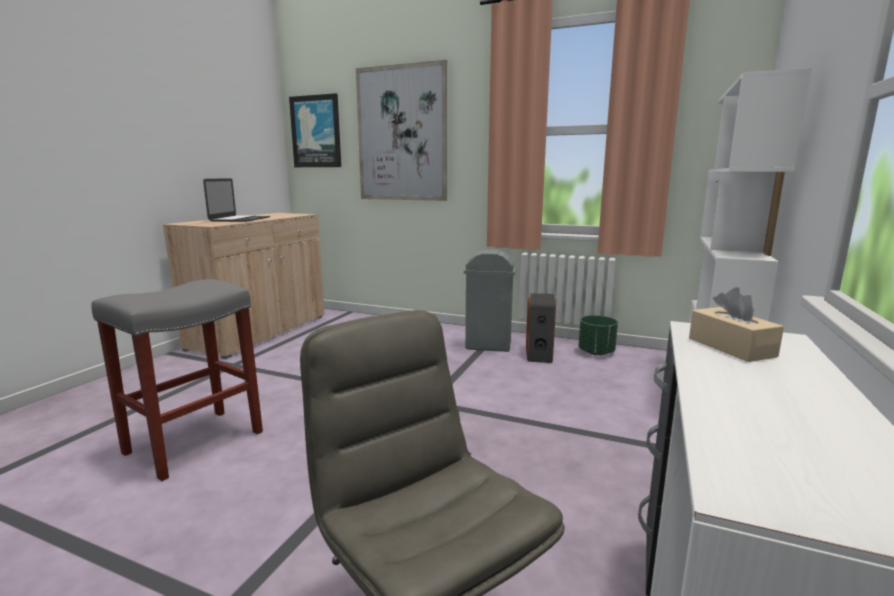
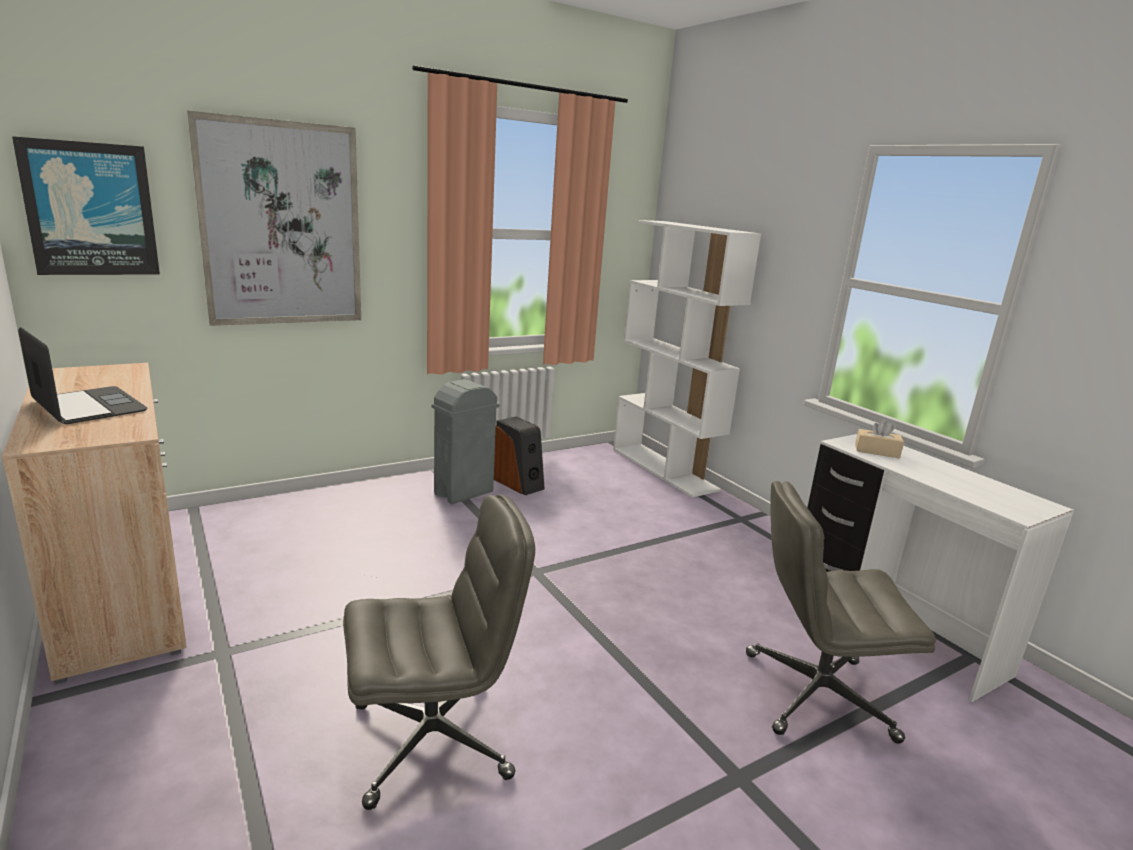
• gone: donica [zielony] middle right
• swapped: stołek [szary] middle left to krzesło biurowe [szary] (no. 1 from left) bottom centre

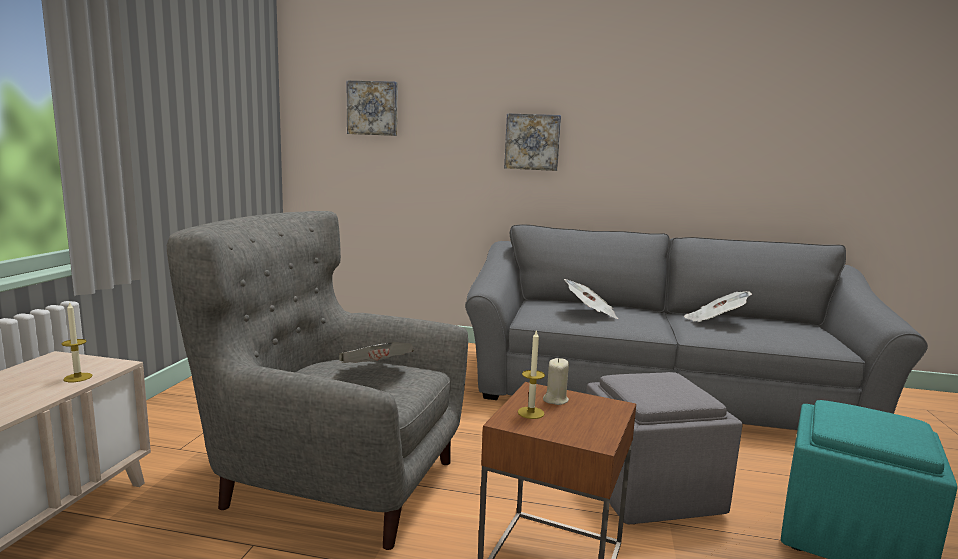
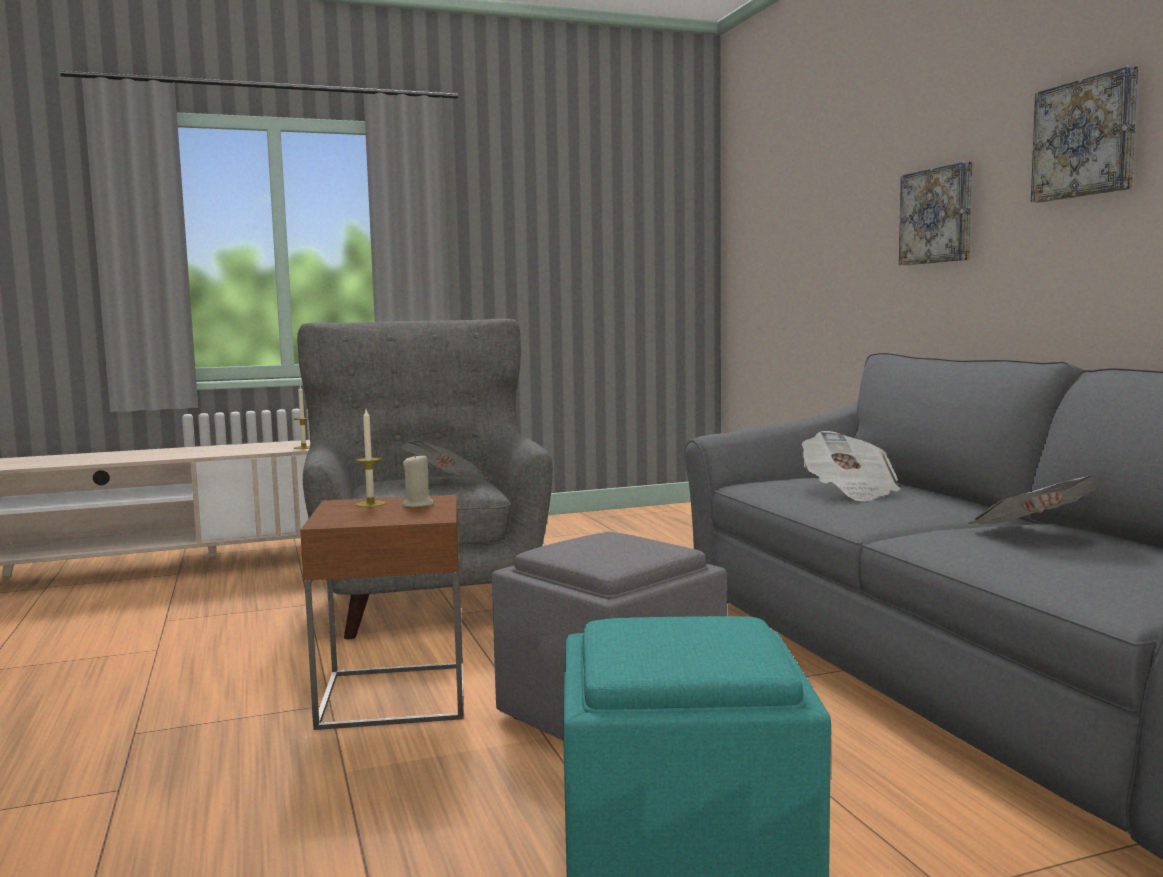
• shifted: obraz (no. 1 from left in the first image) top centre to obraz (no. 2 from left) top right

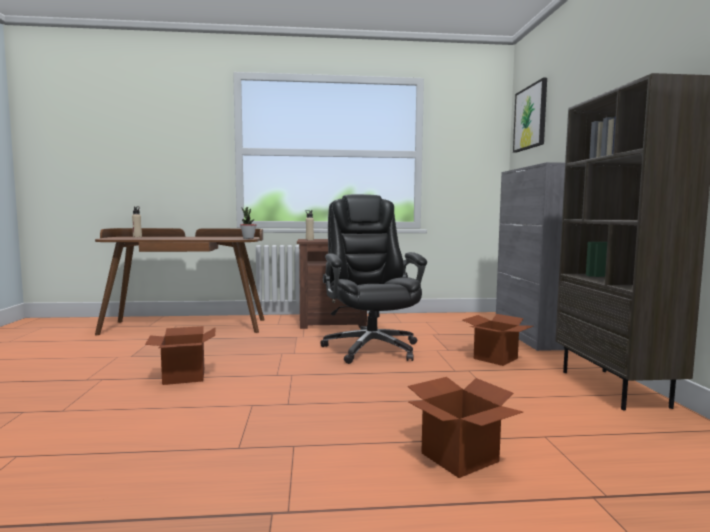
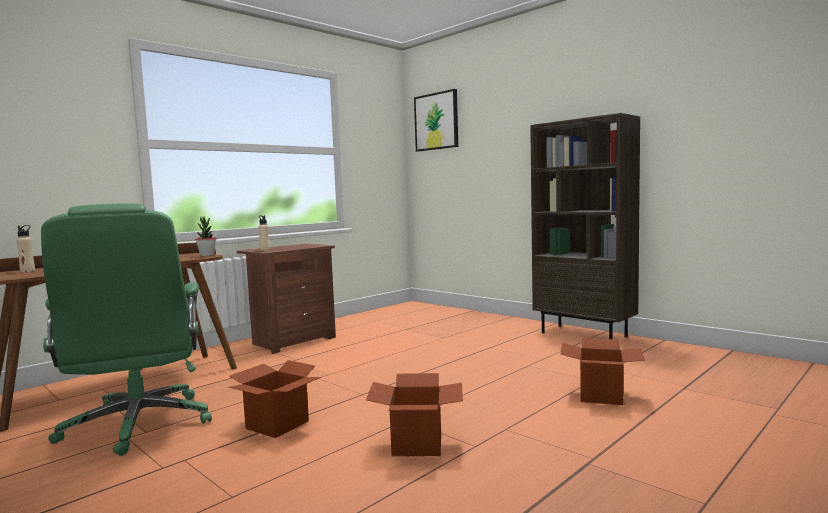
• gone: krzesło biurowe [czarny] centre
• gone: szafka [szary] middle right
• new: krzesło biurowe [zielony] middle left
• shifted: karton (no. 3 from left in the first image) middle right to karton (no. 2 from left) bottom centre

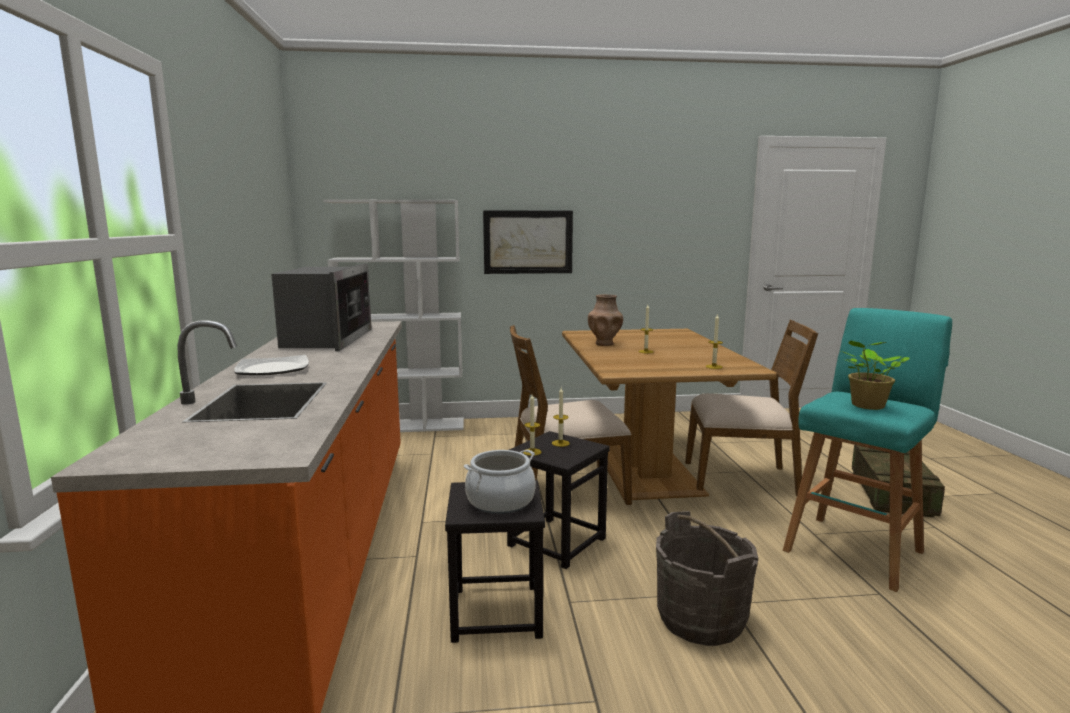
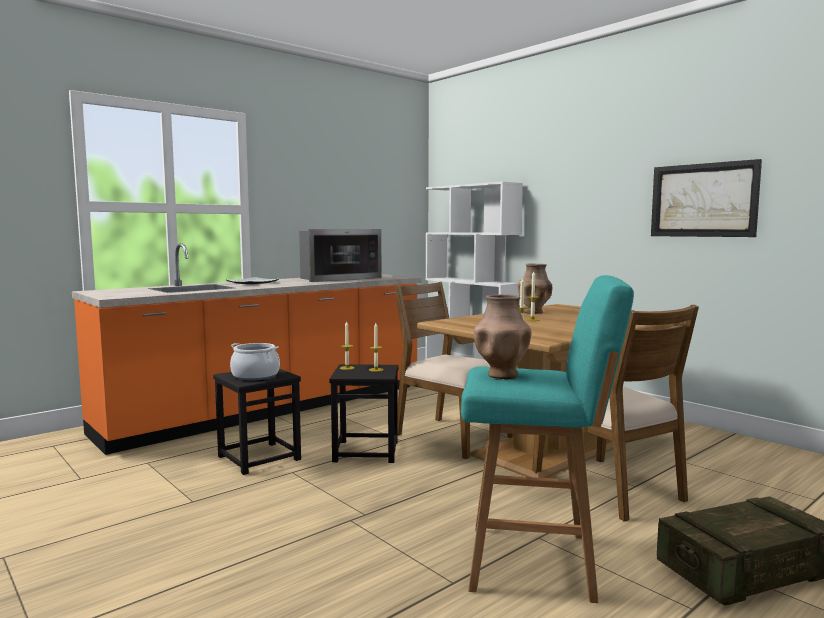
• gone: wiadro [szary] bottom centre
• shifted: obraz centre to top right
• swapped: roślina doniczkowa middle right to wazon [brązowy] (no. 1 from left) centre

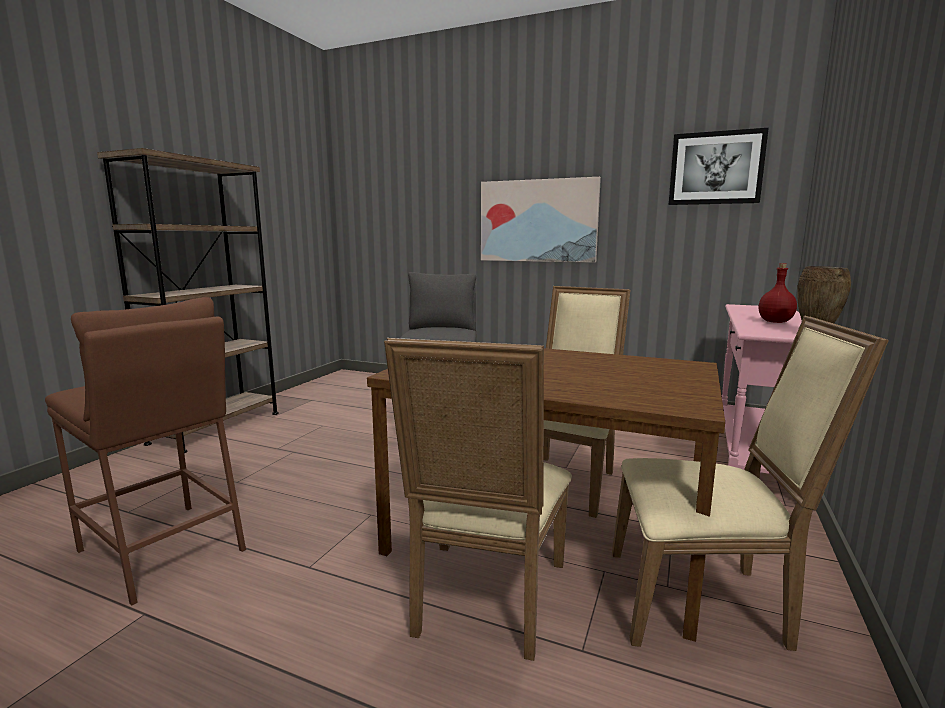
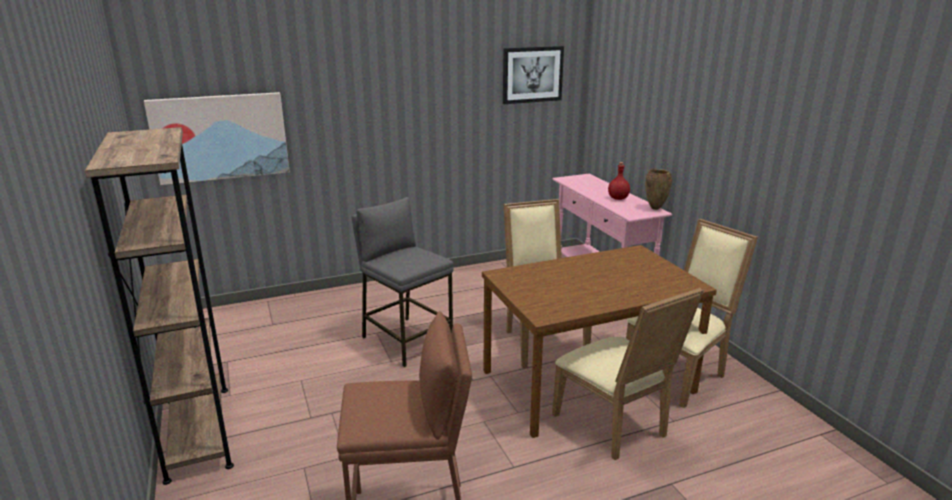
• shifted: obraz (no. 1 from left) top centre to top left

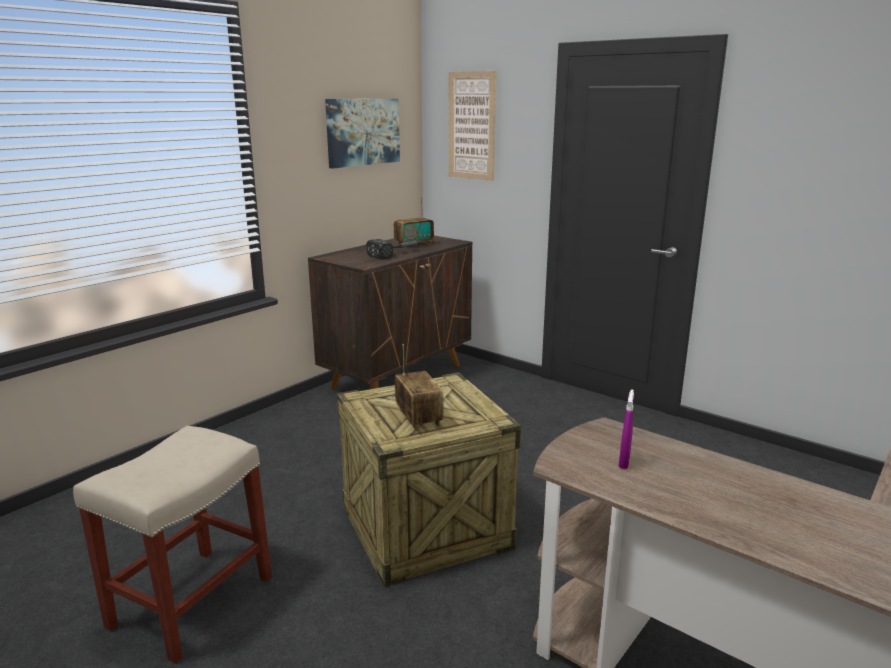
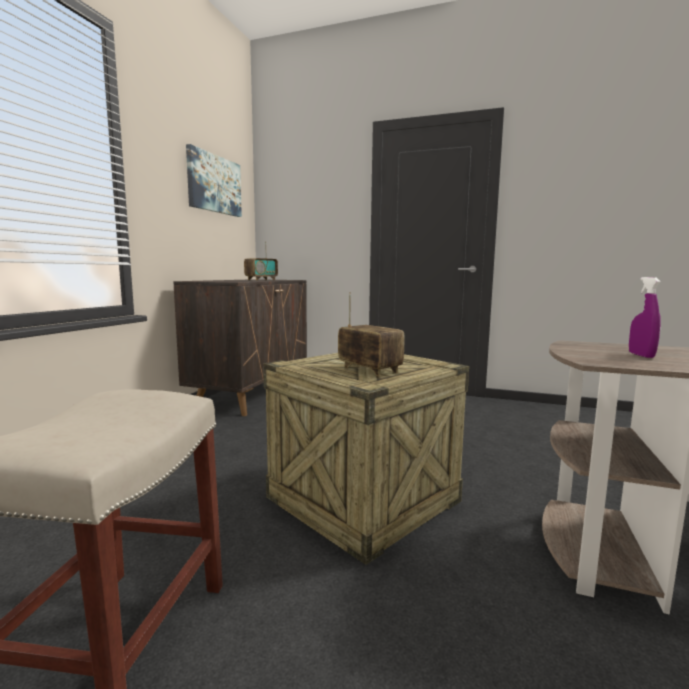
• gone: młotek centre
• gone: obraz (no. 2 from left) top centre

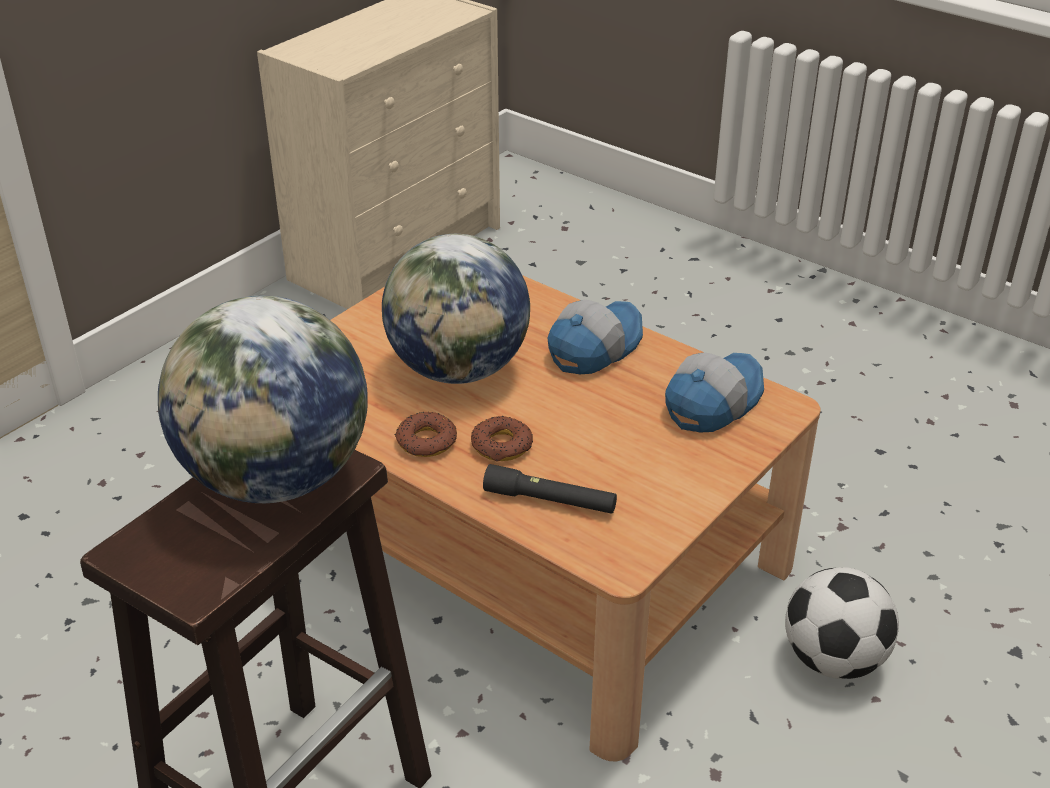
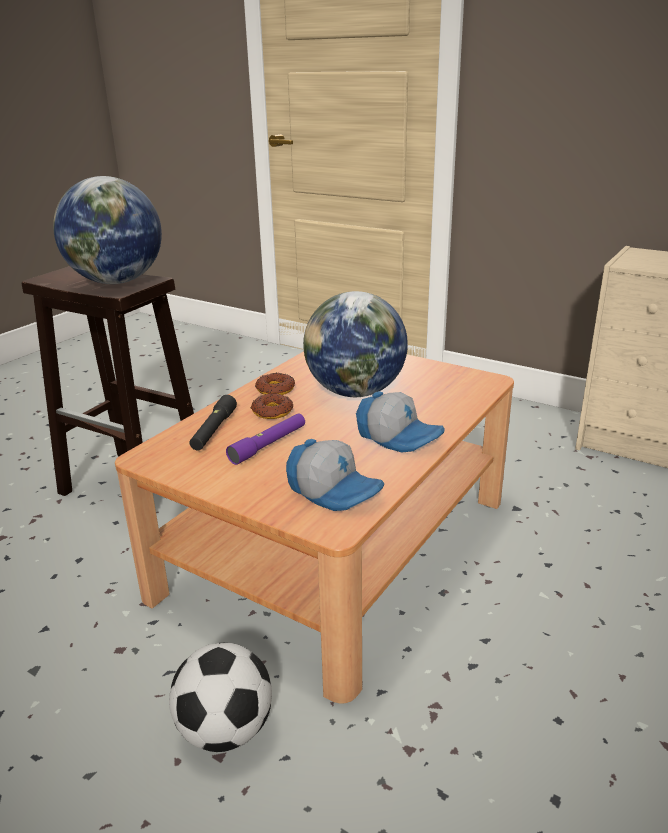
• new: latarka [fioletowy] centre

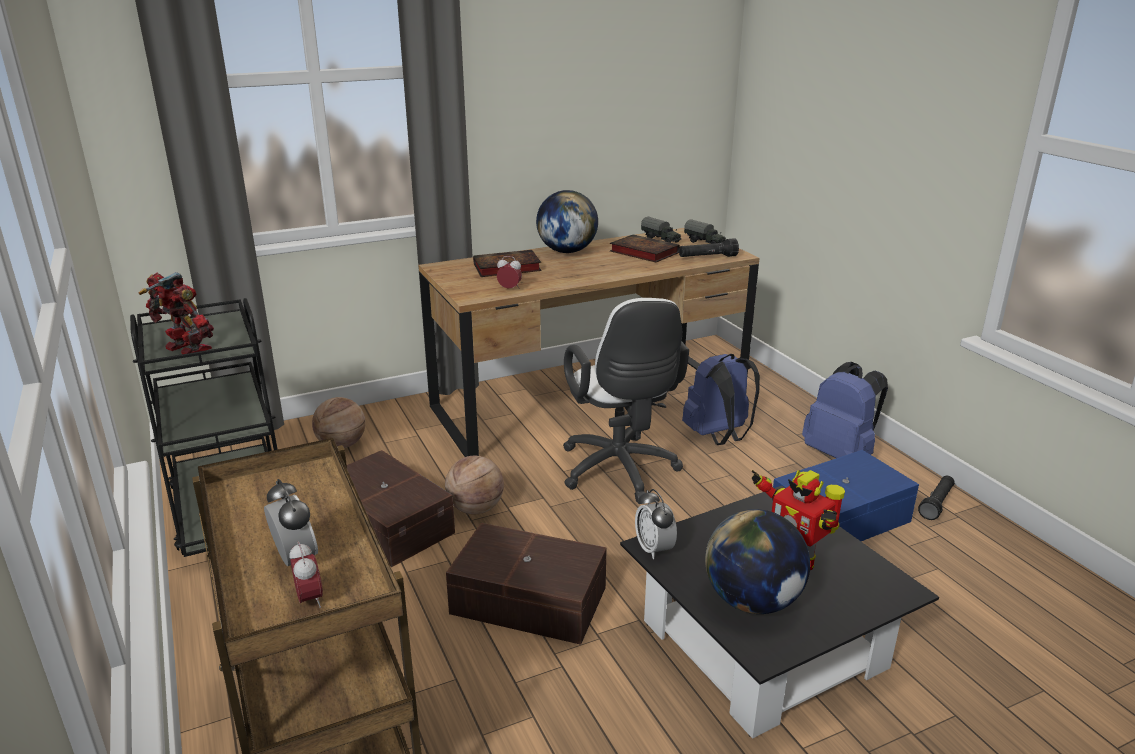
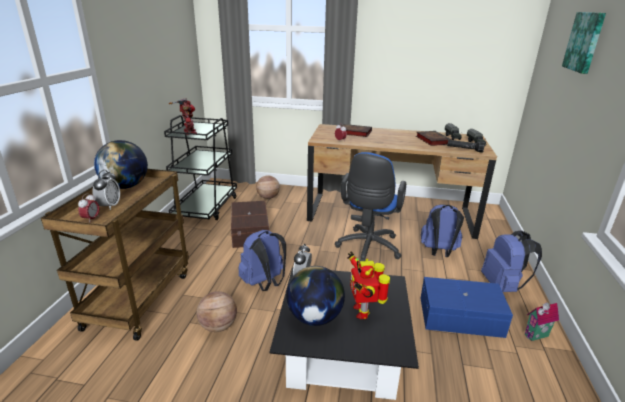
• new: obraz top right
• shifted: piłka do koszykówki (no. 2 from left in the first image) centre to piłka do koszykówki (no. 1 from left) bottom centre
• shifted: globus (no. 1 from left) top centre to middle left
• swapped: pojemnik do przechowywania [brązowy] (no. 2 from left) bottom centre to plecak [niebieski] (no. 1 from left) centre
• swapped: latarka [czarny] (no. 2 from left) middle right to domek bottom right
• repainted: krzesło biurowe [biały] centre to krzesło biurowe [niebieski] centre

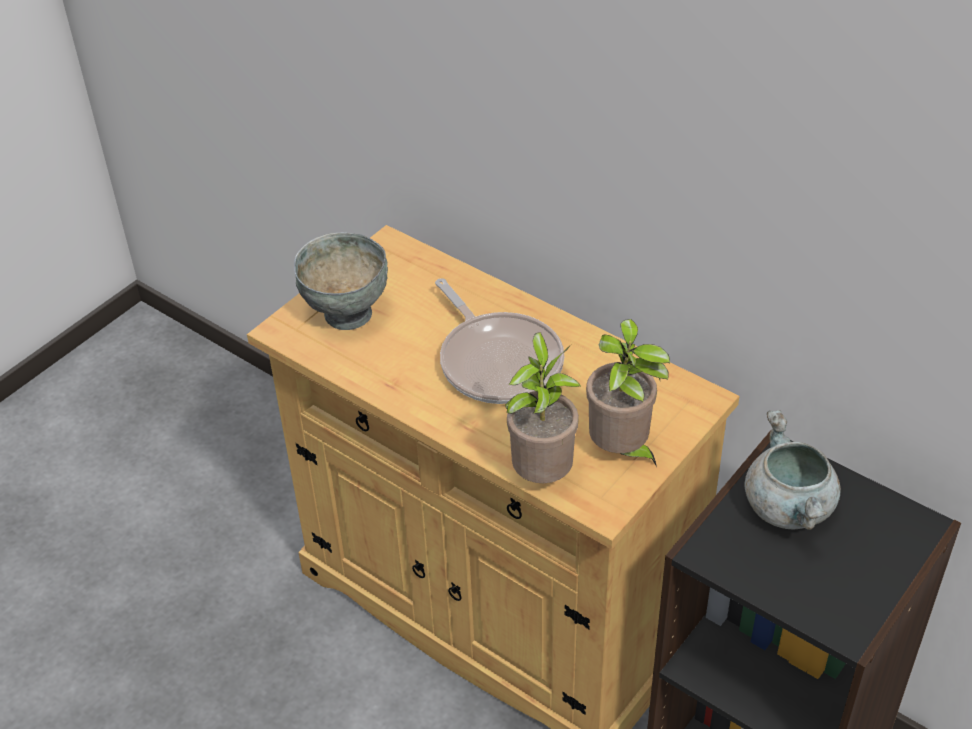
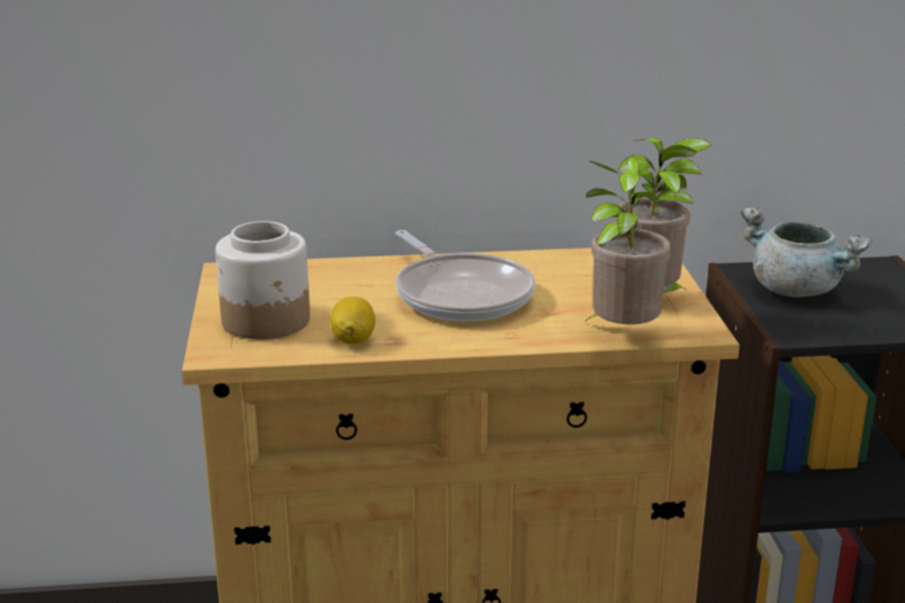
• new: cytryna centre
• swapped: miska [szary] centre to słoik middle left
• rotated: patelnia centre = centre 45 degrees clockwise

